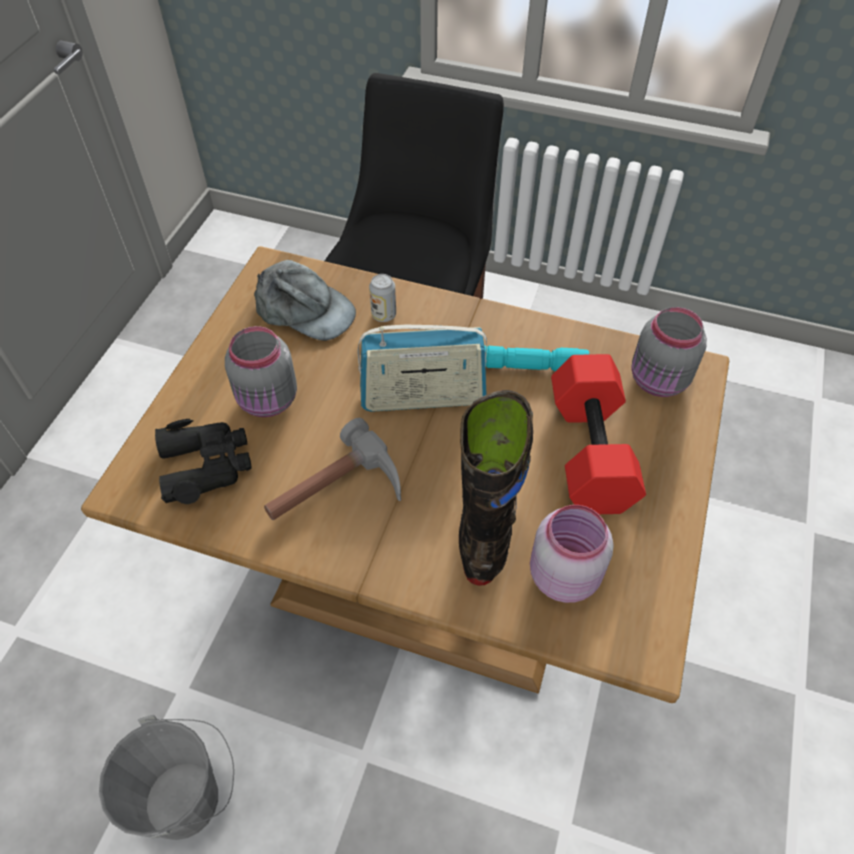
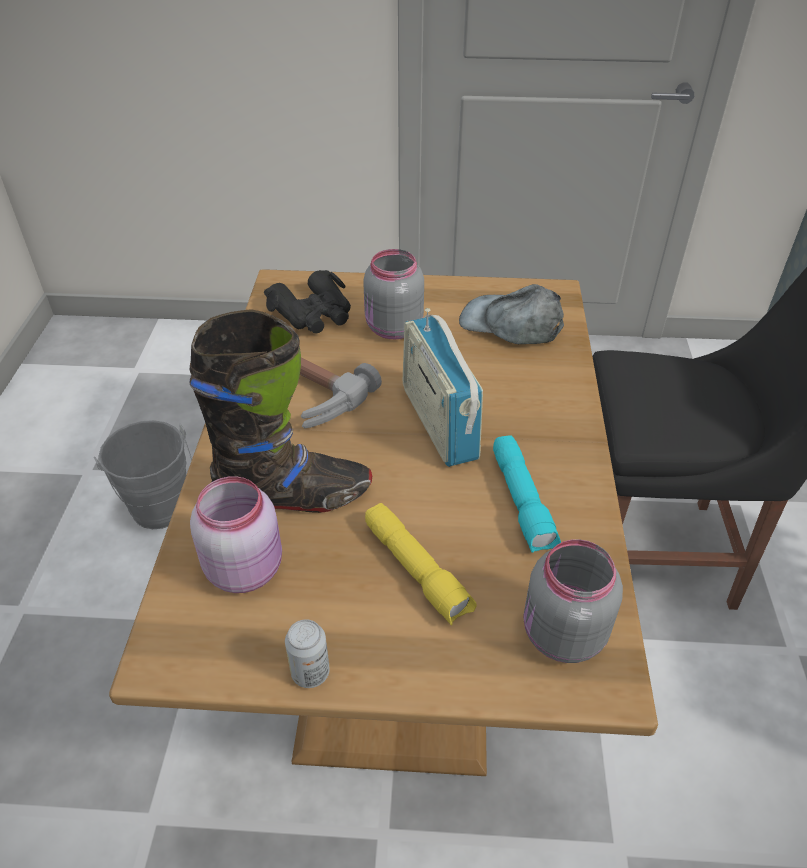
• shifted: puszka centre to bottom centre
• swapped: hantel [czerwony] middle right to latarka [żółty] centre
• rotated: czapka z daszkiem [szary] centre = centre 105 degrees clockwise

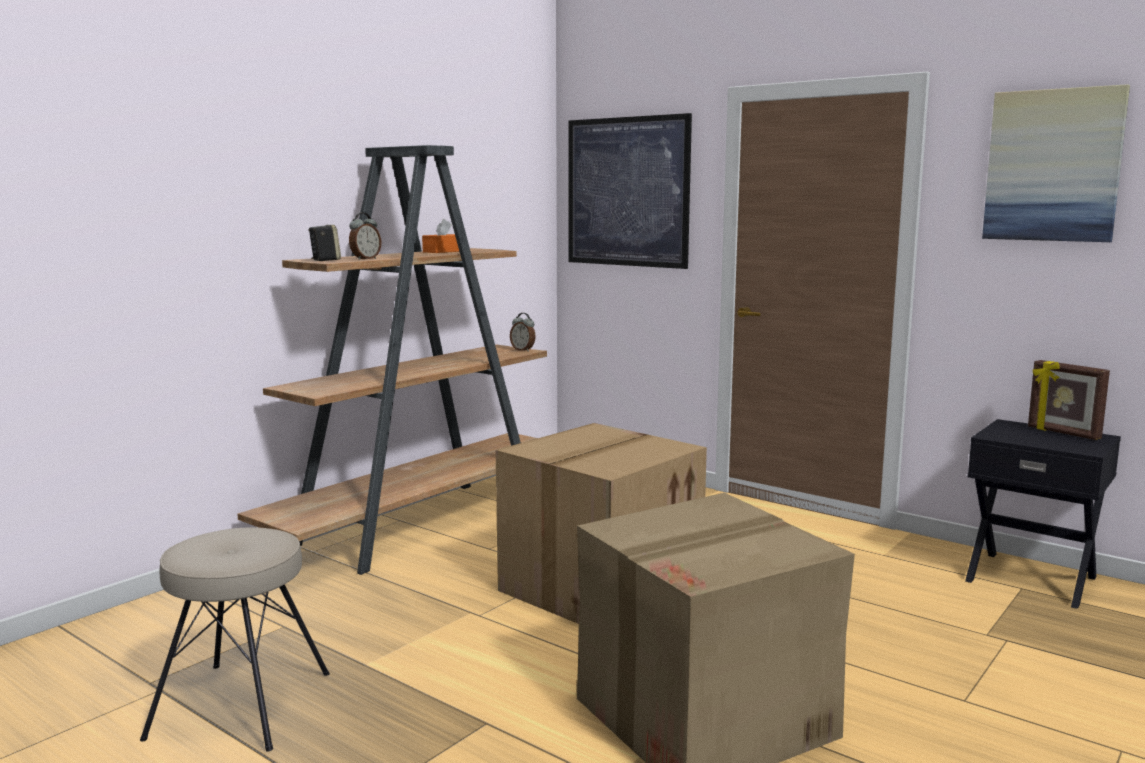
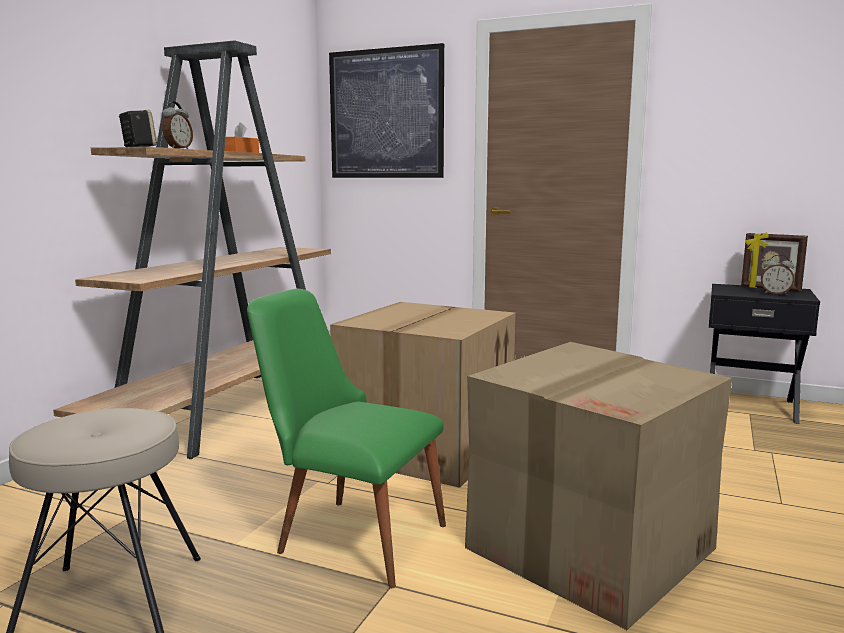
• gone: obraz (no. 2 from left) top right
• new: krzesło [zielony] bottom centre
• shifted: budzik (no. 2 from left) centre to middle right

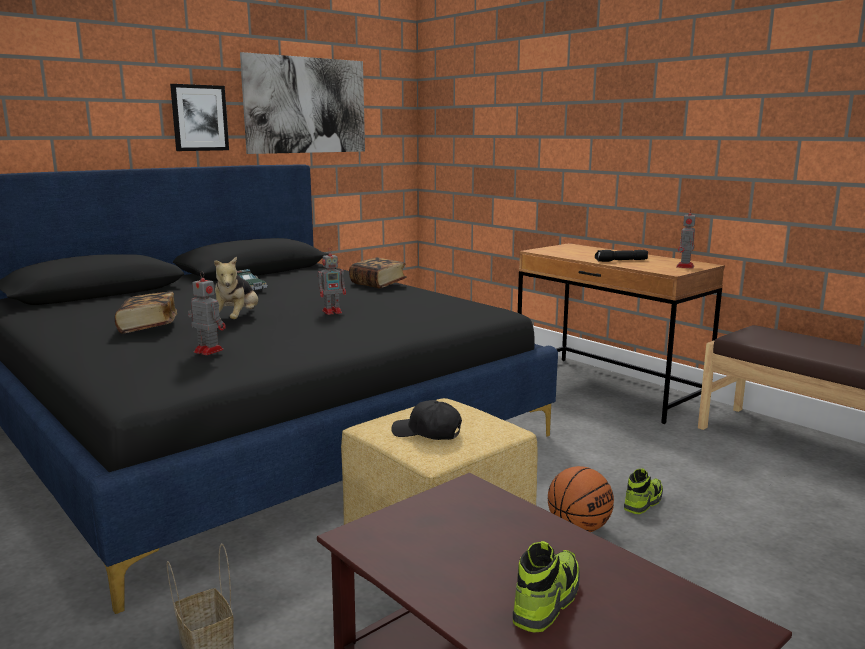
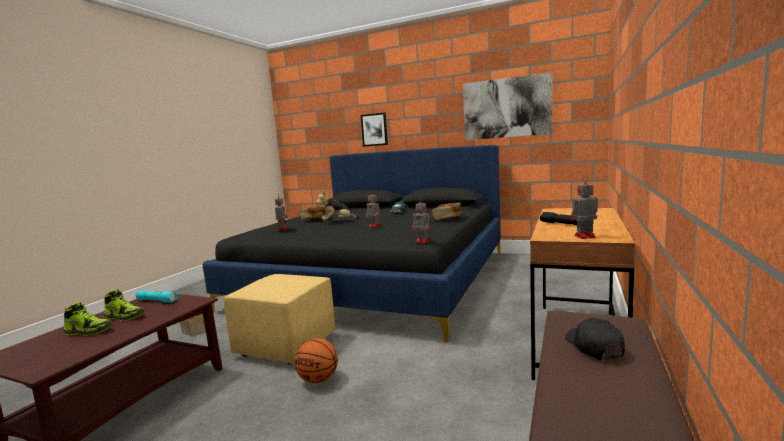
• new: latarka [turkusowy] bottom left
• new: robot zabawkowy (no. 3 from left) centre
• shifted: obraz (no. 1 from left) top left to top centre
• shifted: czapka z daszkiem [czarny] centre to bottom right
• shifted: but (no. 2 from left) bottom right to bottom left

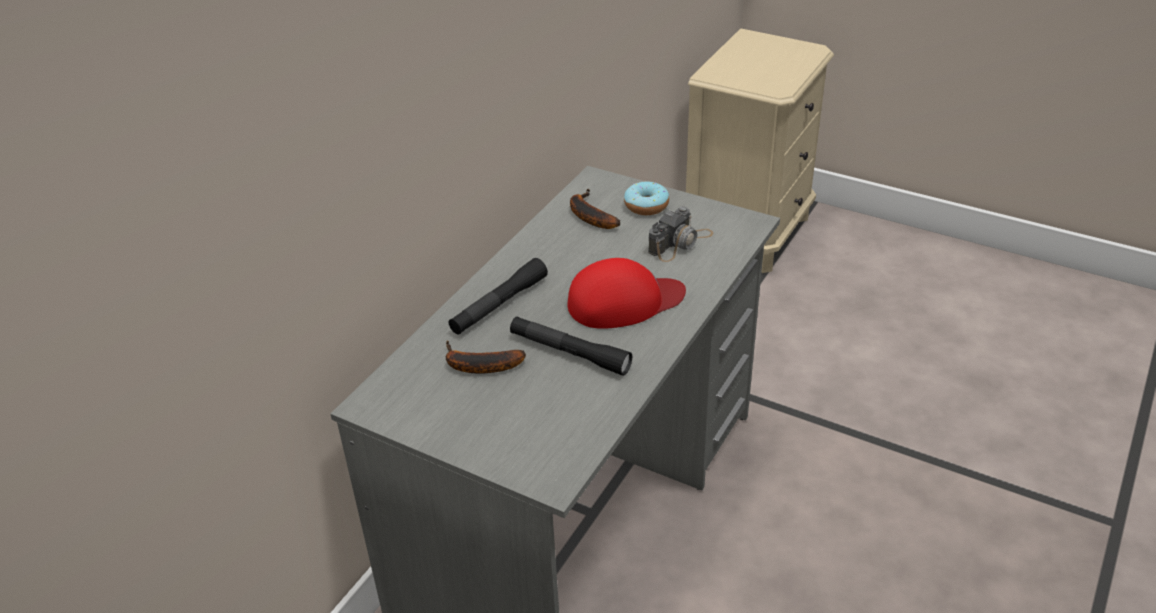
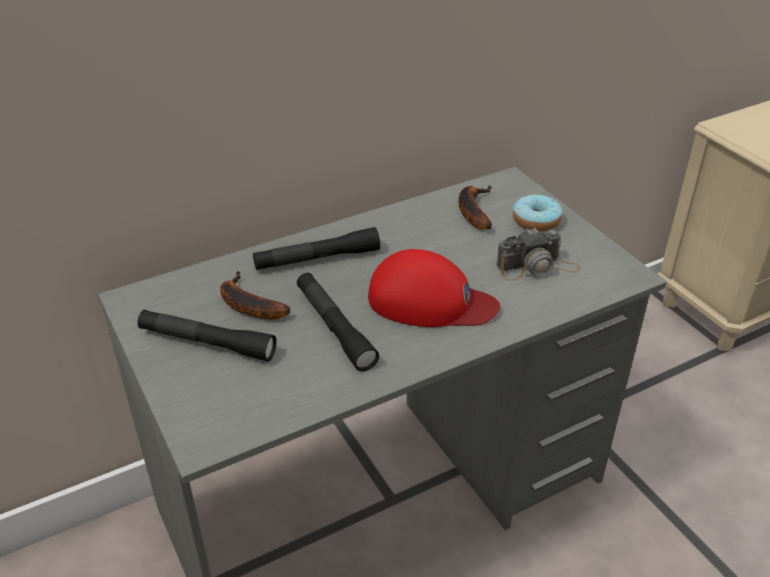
• new: latarka [czarny] (no. 1 from left) middle left

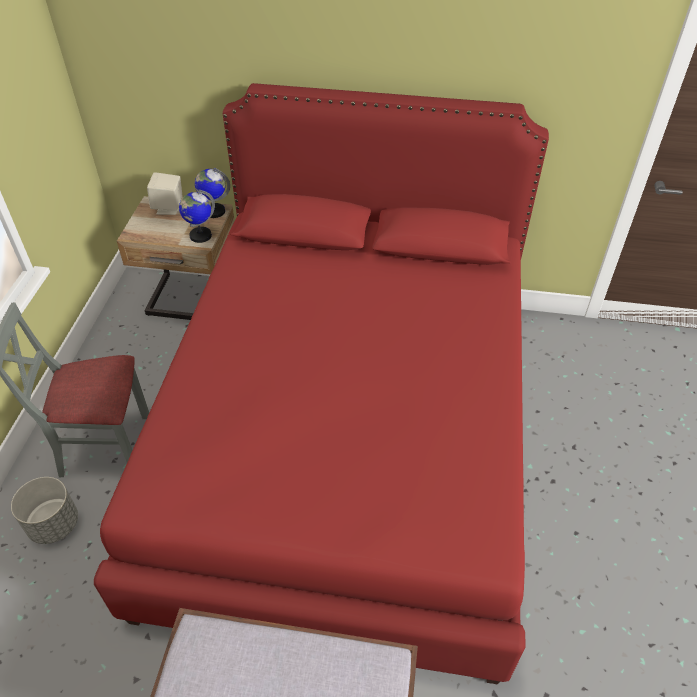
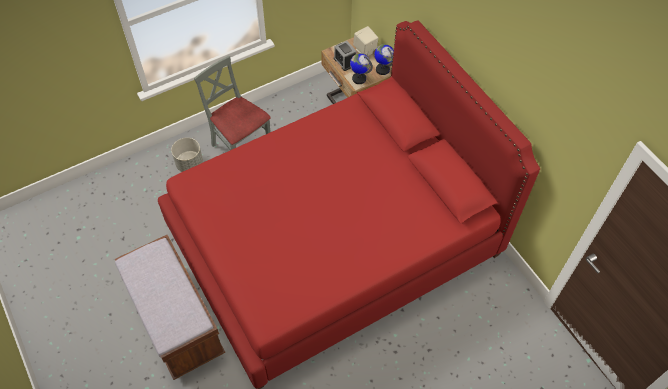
• new: budzik top centre

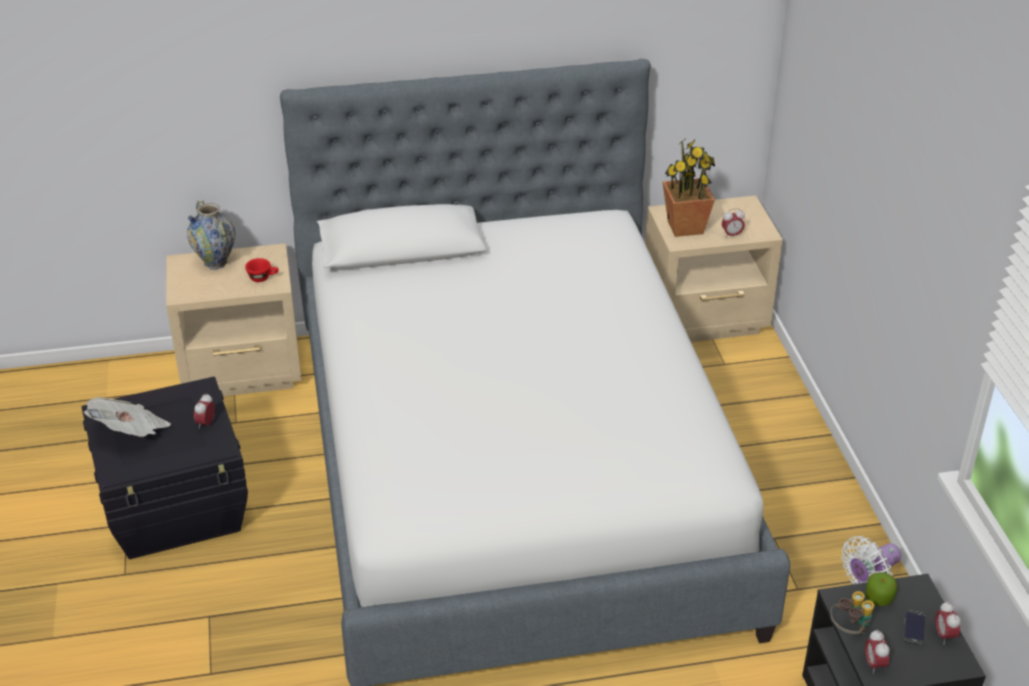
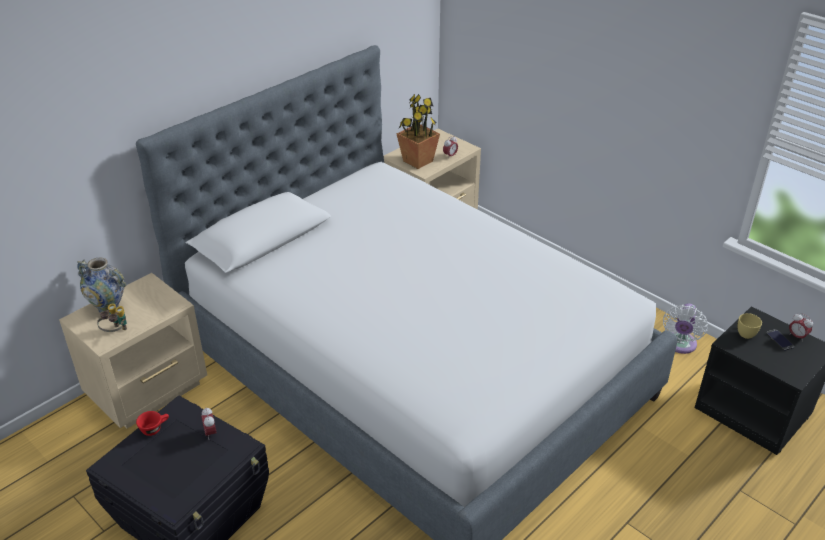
• gone: gazeta middle left
• gone: budzik (no. 3 from left) bottom right
• shifted: filiżanka [czerwony] middle left to bottom left
• shifted: lornetka bottom right to middle left
• swapped: jabłko bottom right to filiżanka [żółty] middle right

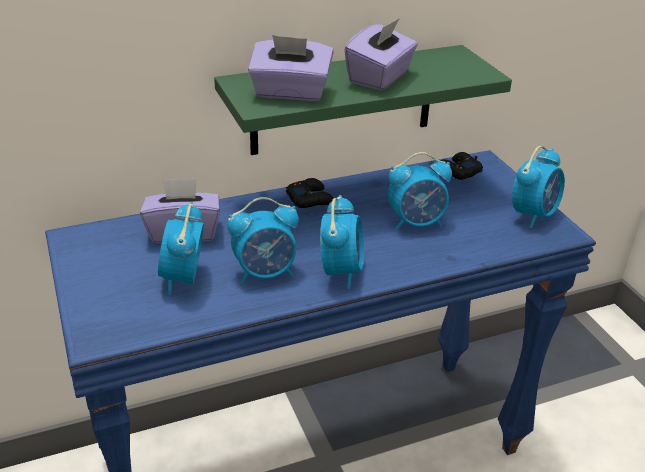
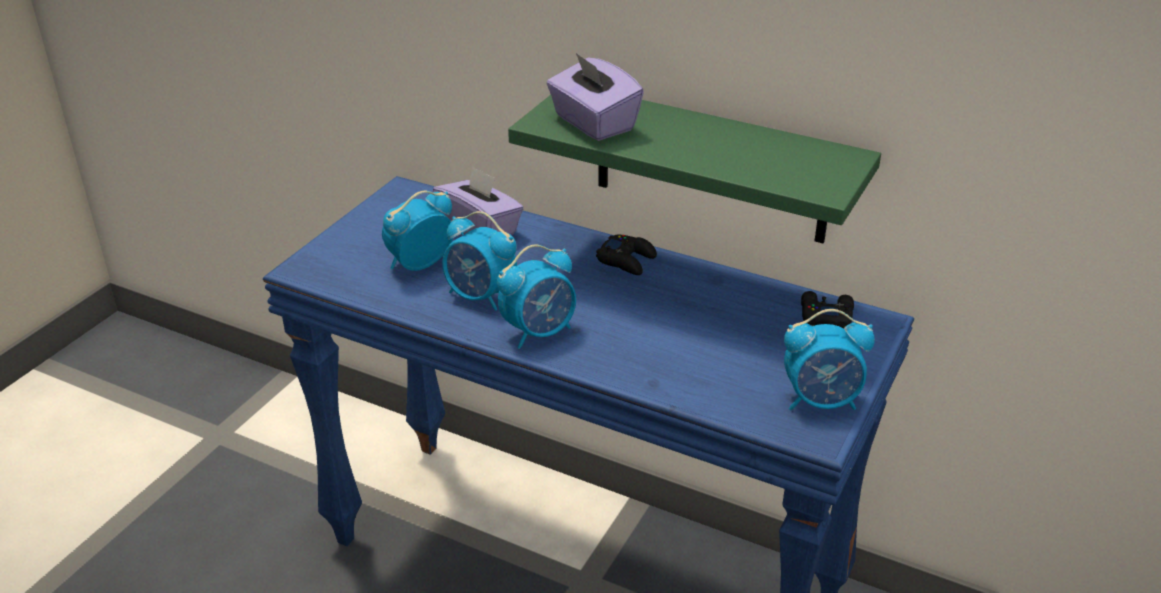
• gone: pudełko chusteczek [fioletowy] (no. 3 from left) top centre
• gone: budzik (no. 4 from left) centre

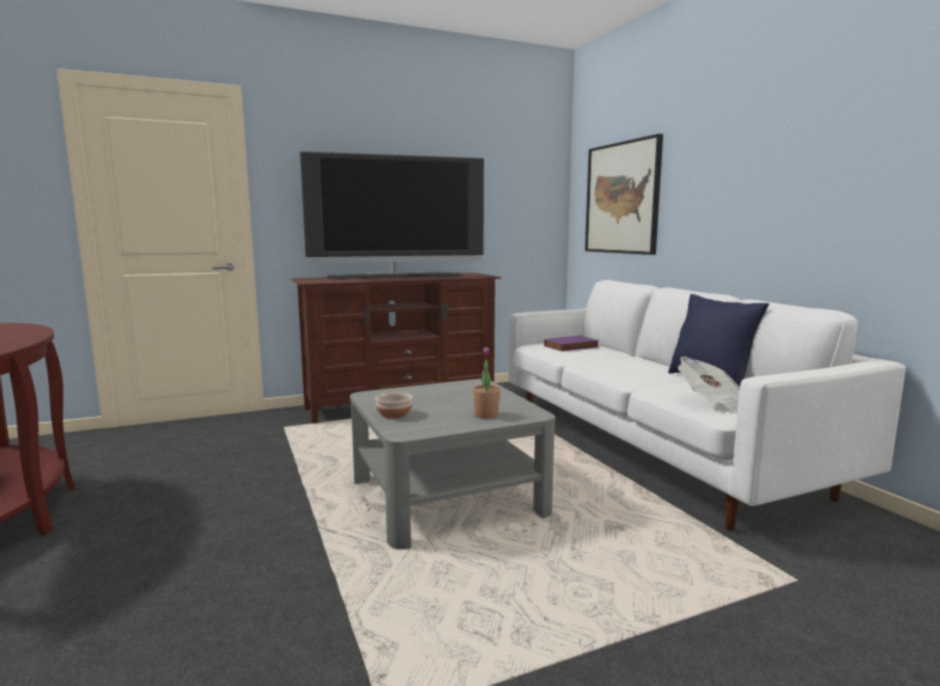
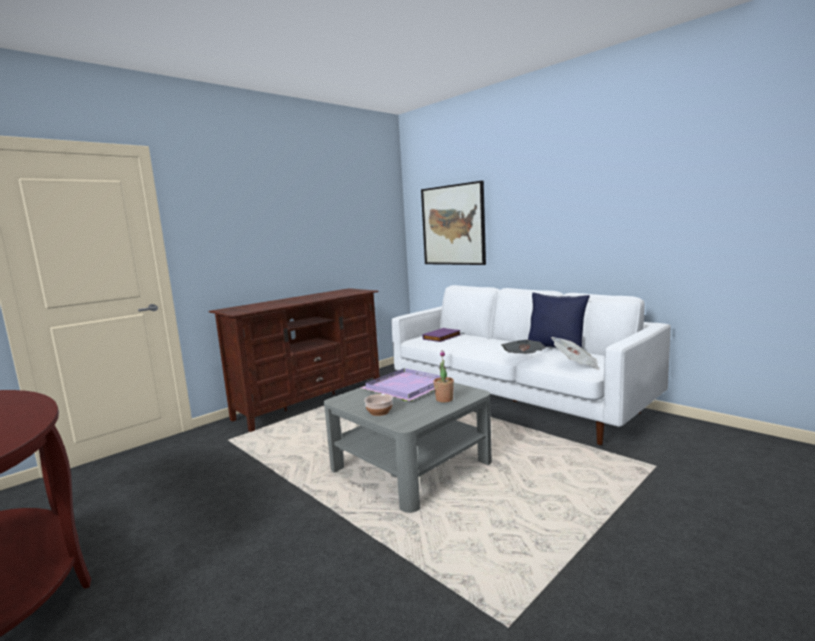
• gone: telewizor top centre
• new: taca [fioletowy] centre
• new: gazeta (no. 1 from left) centre

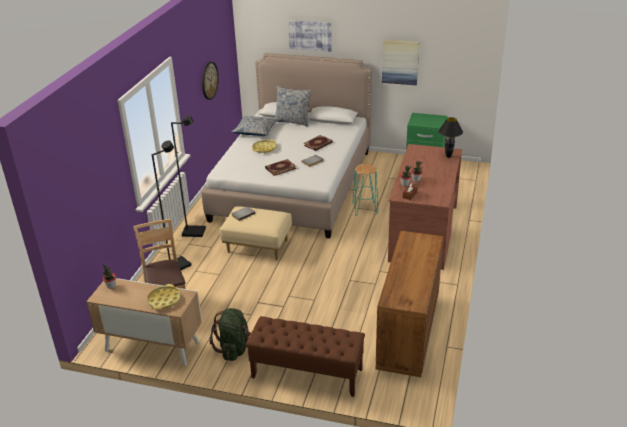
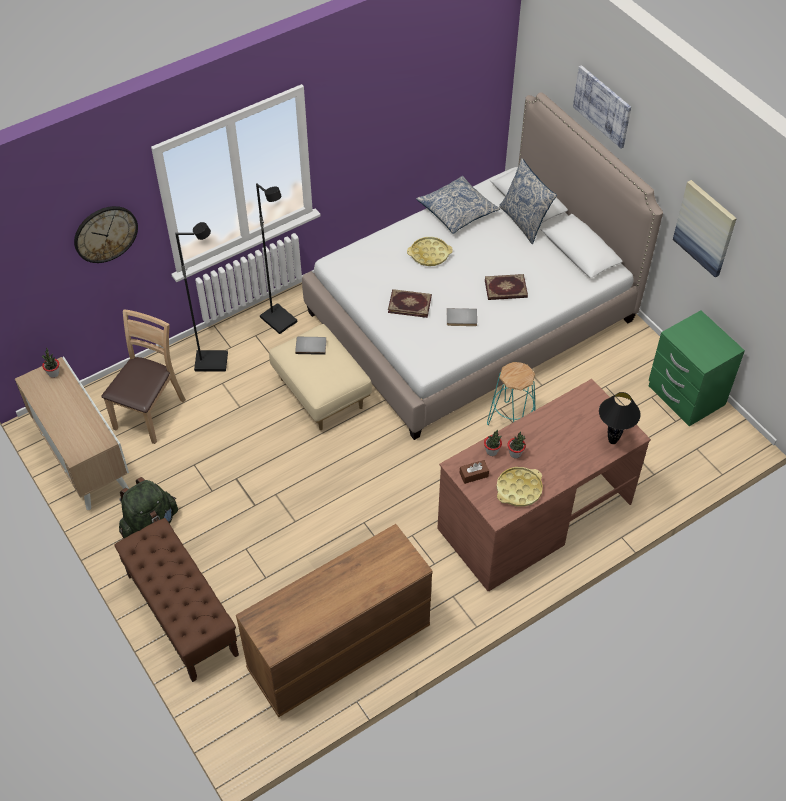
• shifted: taca [żółty] (no. 1 from left in the first image) bottom left to taca [żółty] (no. 2 from left) centre
• shifted: zegar ścienny top centre to top left

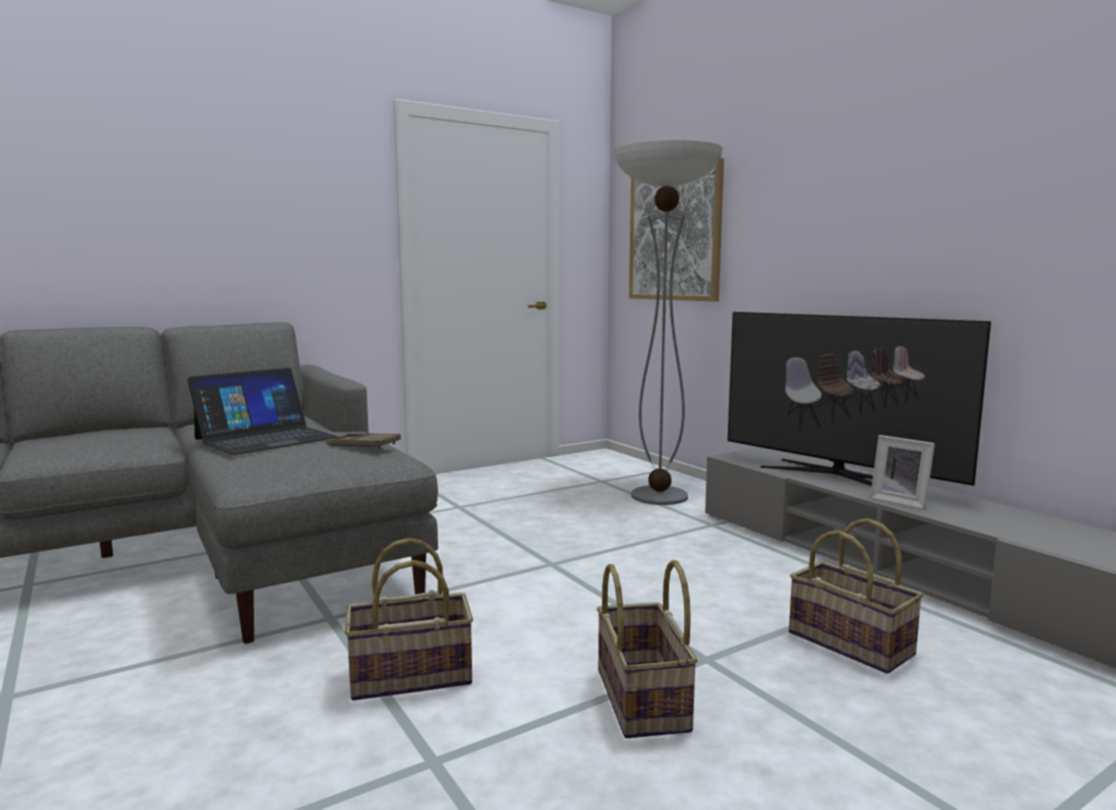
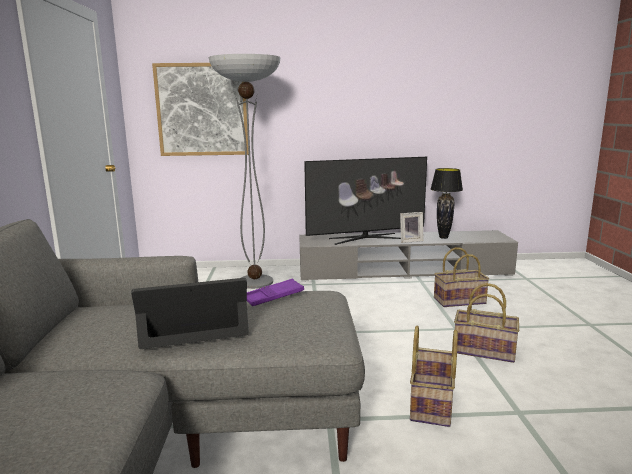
• new: lampa stołowa [czarny] middle right
• repainted: taca [brązowy] middle left to taca [fioletowy] centre
• rotated: laptop middle left = middle left 90 degrees counterclockwise

